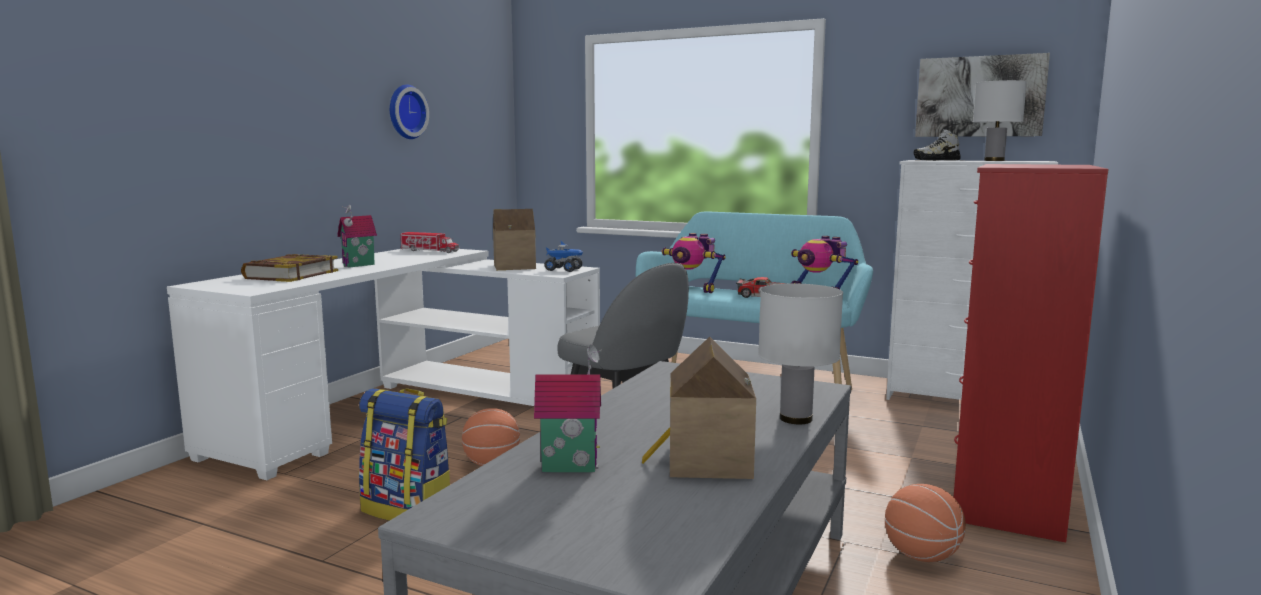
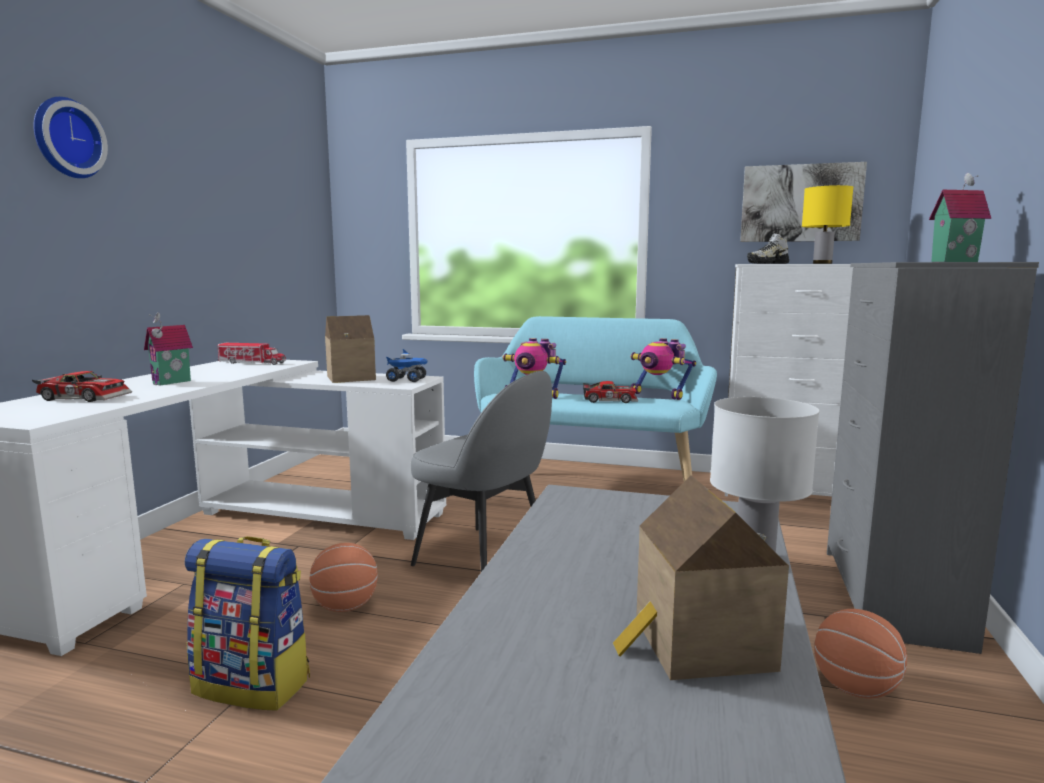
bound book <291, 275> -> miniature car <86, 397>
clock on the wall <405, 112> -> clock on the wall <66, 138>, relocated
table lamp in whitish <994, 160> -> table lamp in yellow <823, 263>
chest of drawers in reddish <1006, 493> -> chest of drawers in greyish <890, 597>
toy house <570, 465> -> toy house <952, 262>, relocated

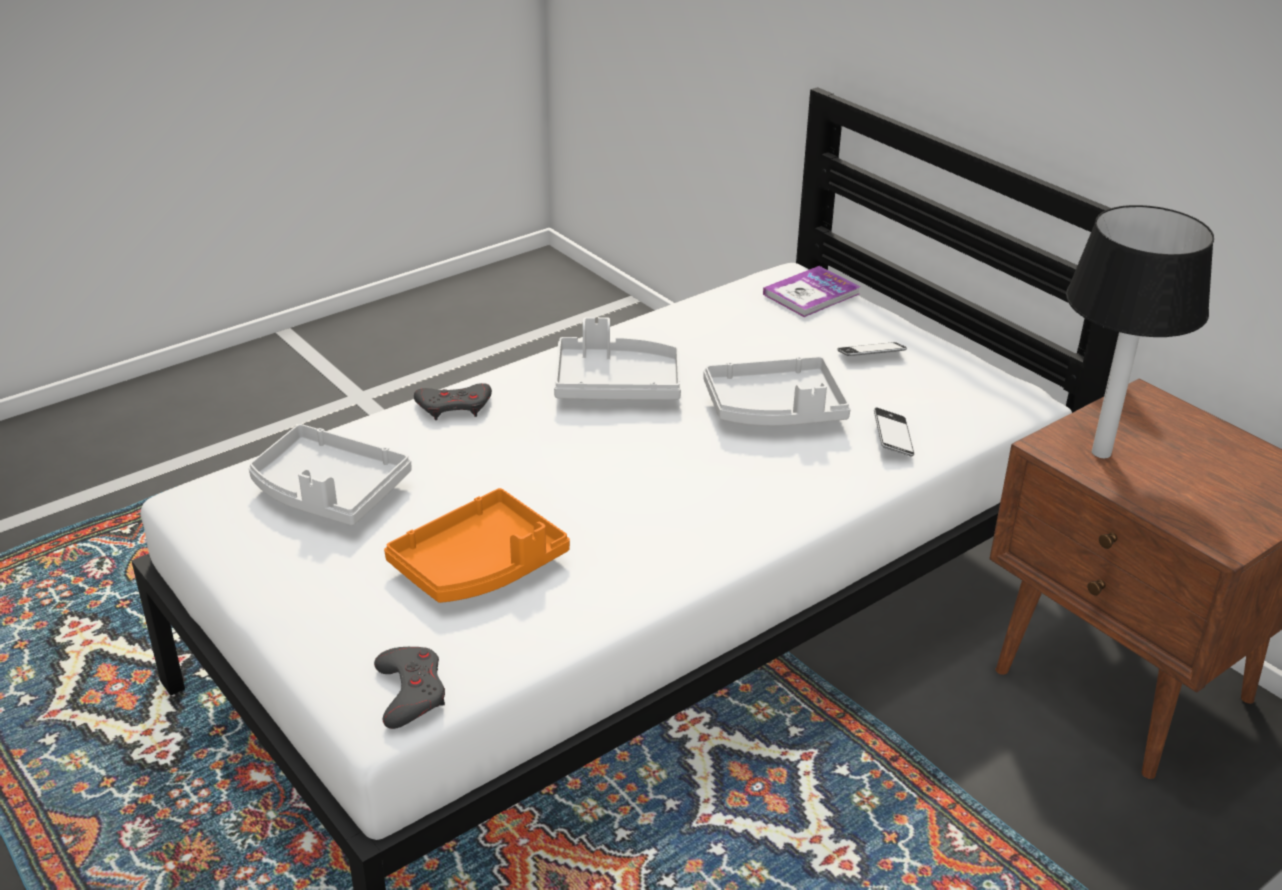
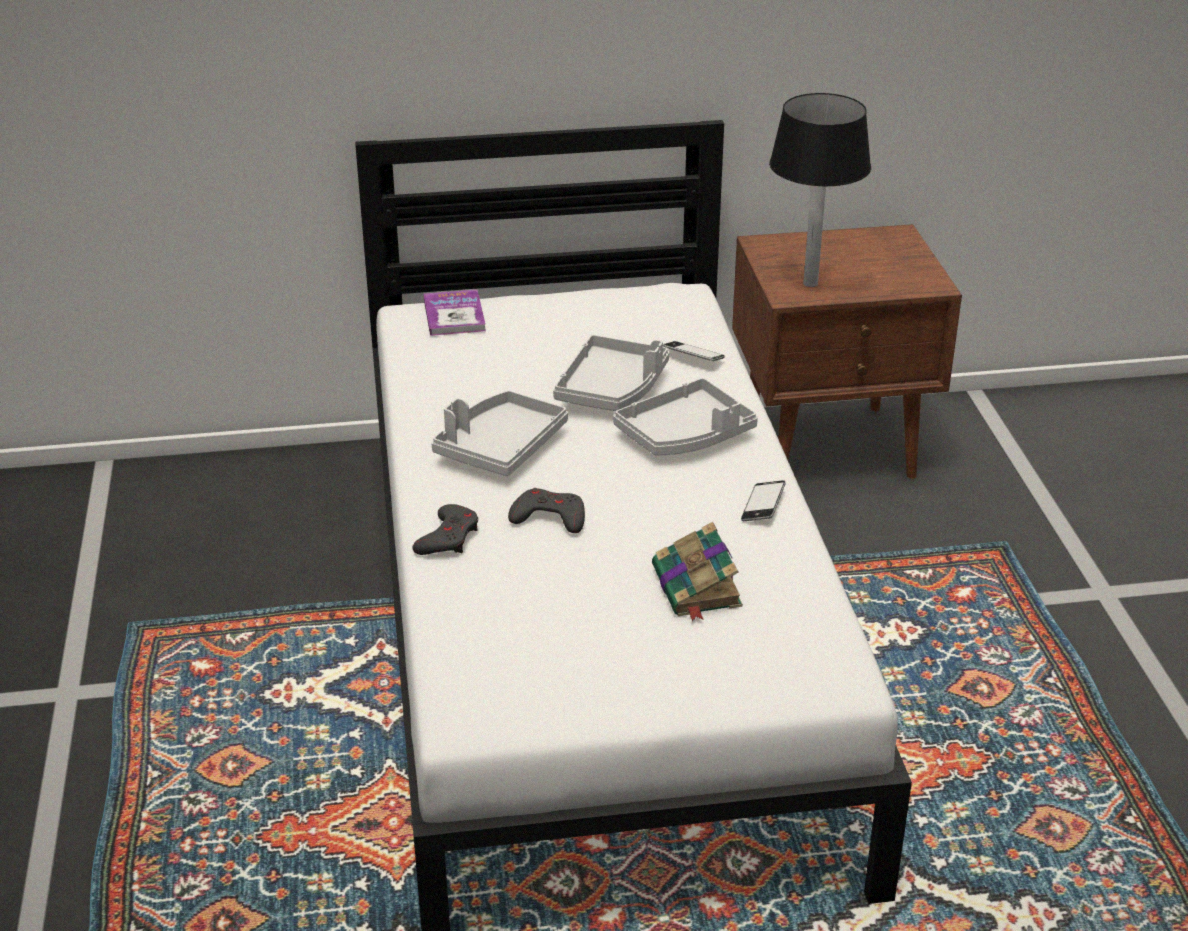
gamepad in greyish <410, 692> -> gamepad in greyish <549, 517>, relocated
tray in greyish <328, 492> -> tray in greyish <685, 435>, relocated
tray in orangey <480, 566> -> bound book <697, 588>
phone <871, 354> -> phone <763, 506>, relocated

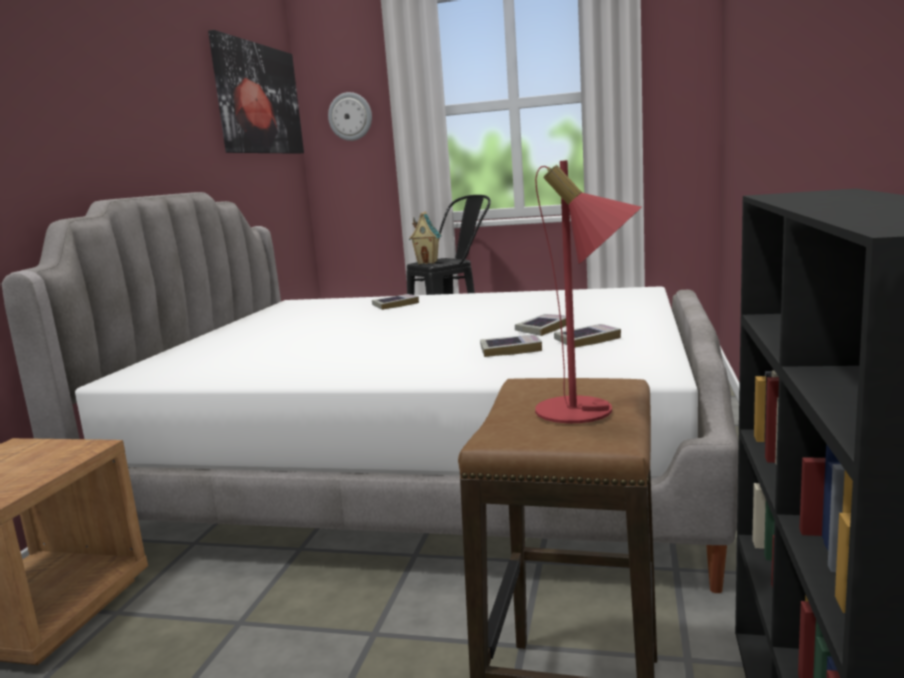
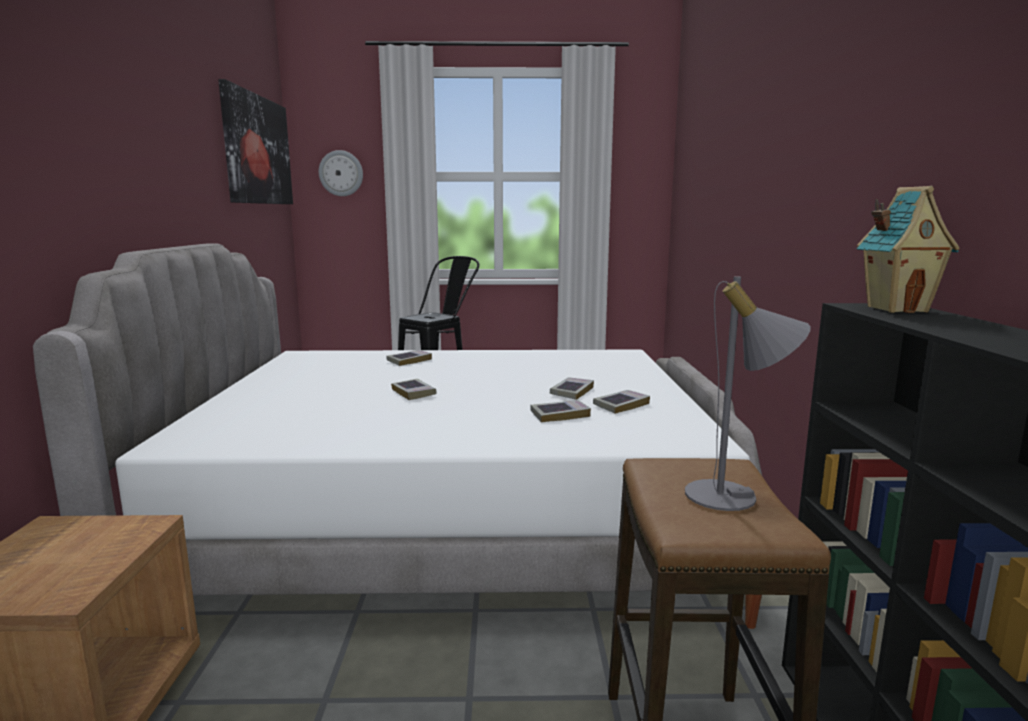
none -> bound book <413, 393>
table lamp in reddish <588, 412> -> table lamp in greyish <735, 497>
toy house <428, 262> -> toy house <896, 309>, relocated

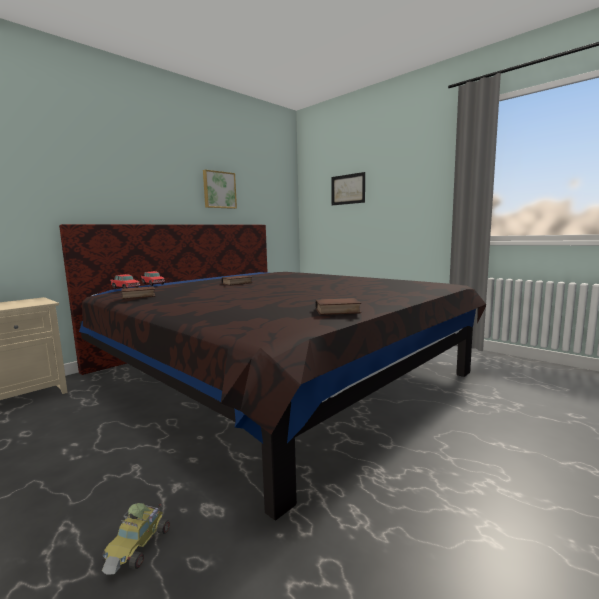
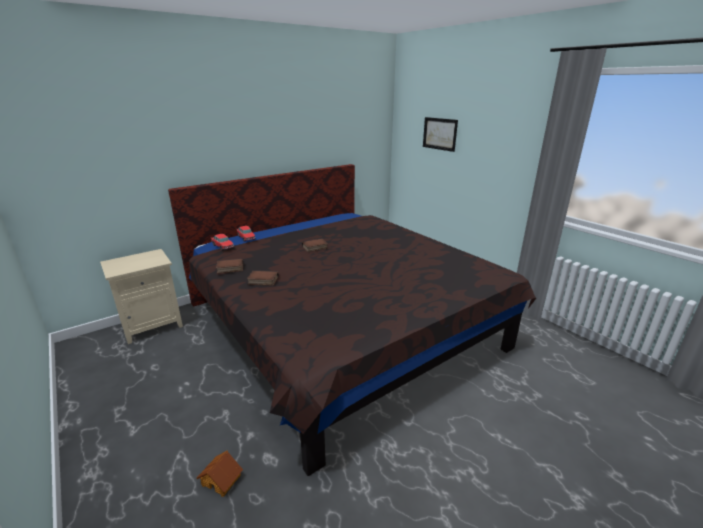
miniature car <138, 546> -> toy house <222, 479>
bound book <337, 311> -> bound book <262, 281>, relocated
wall art <219, 190> -> none

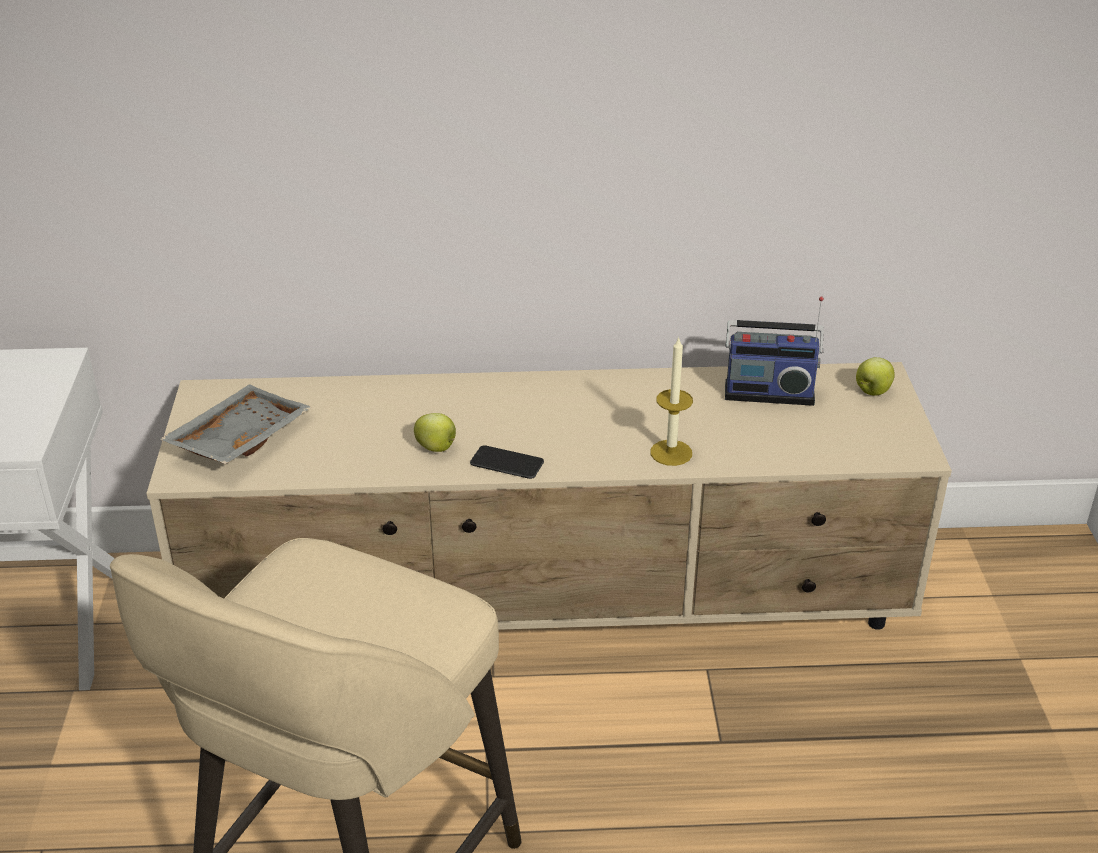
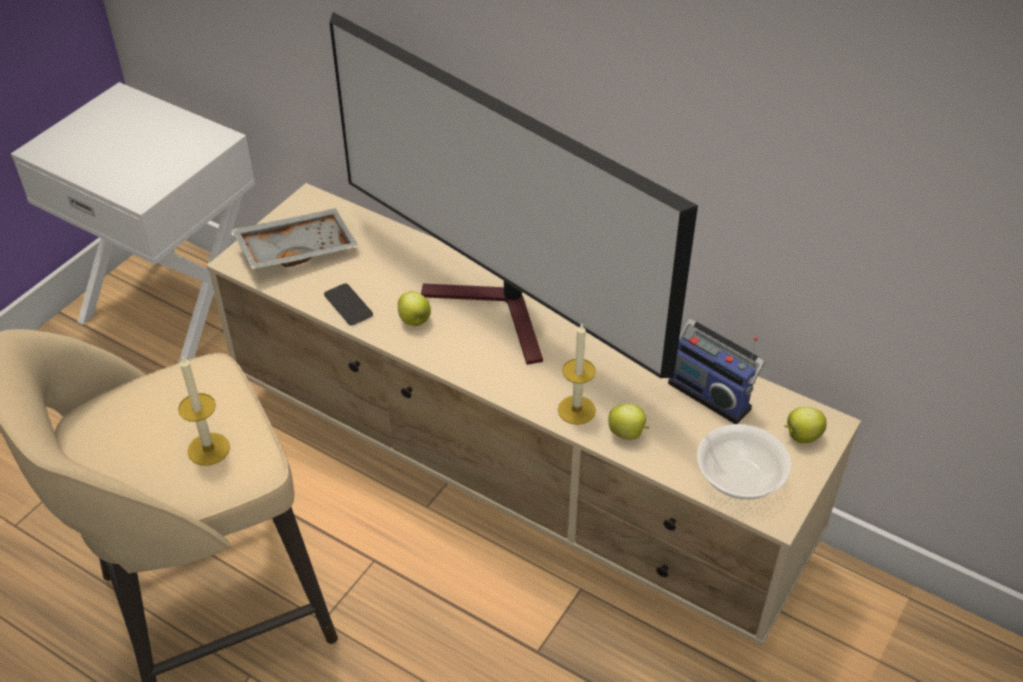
none -> wax candle <208, 449>
phone <507, 463> -> phone <348, 305>, relocated
none -> television <501, 312>
none -> apple <627, 433>
none -> deep dish <740, 477>

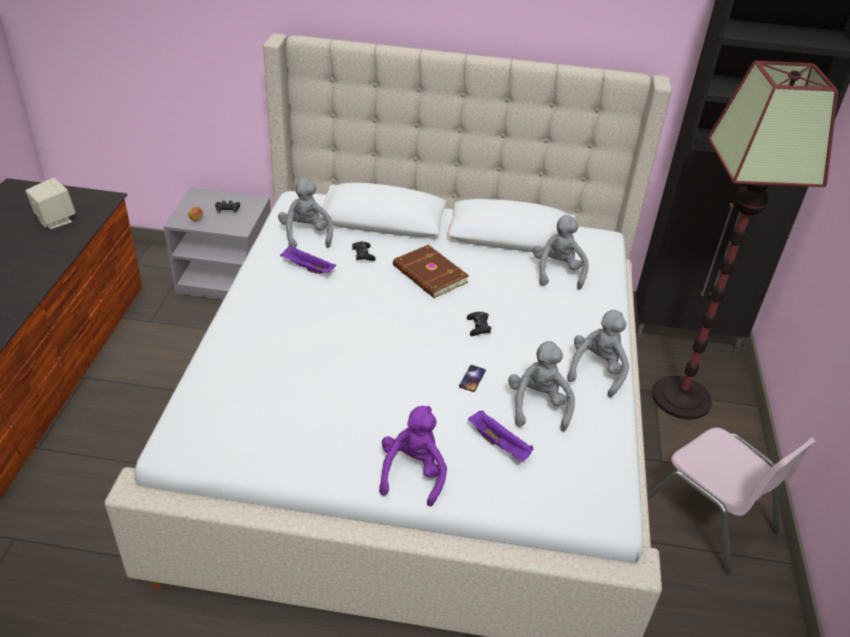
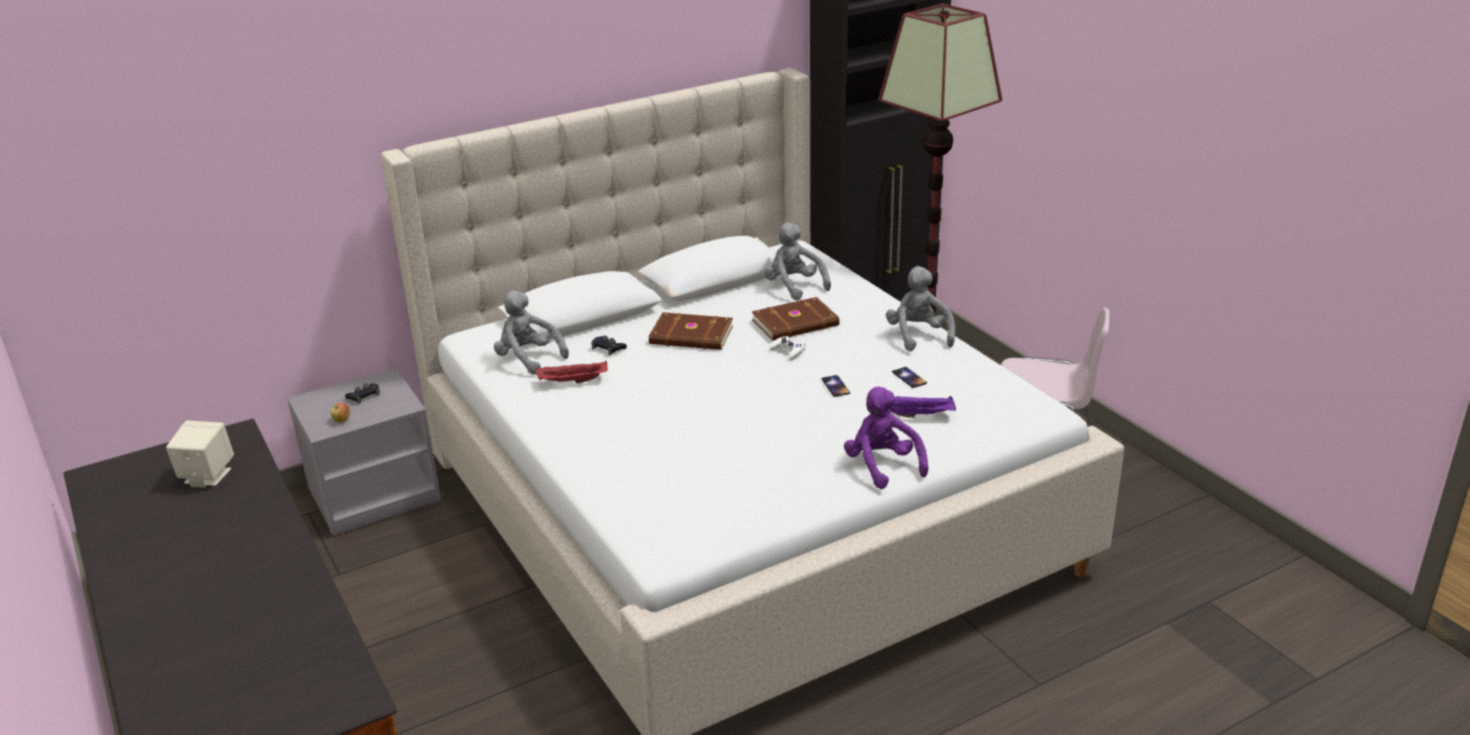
tray in purple-coloured <307, 268> -> tray in reddish <572, 382>
none -> bound book in brown <796, 323>
gamepad in black-coloured <478, 326> -> gamepad in whitish <788, 351>
cuddly toy in greyish <538, 405> -> phone <909, 378>

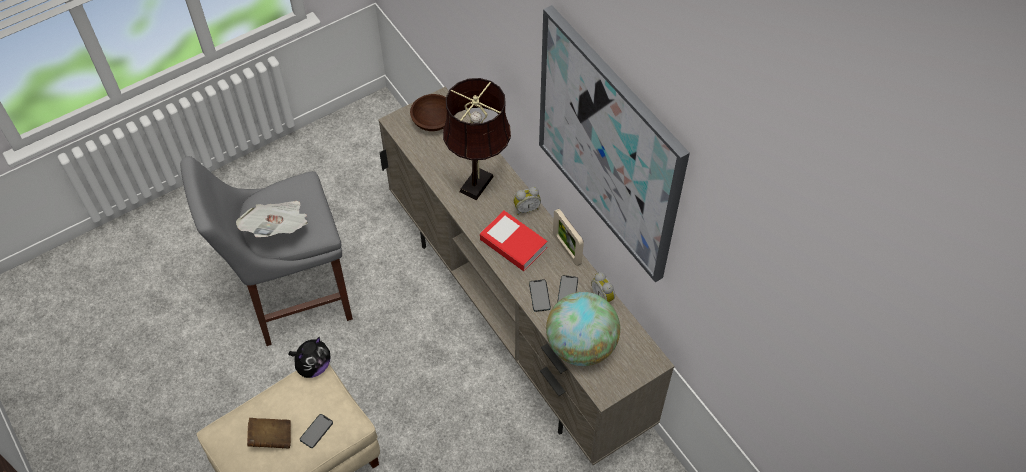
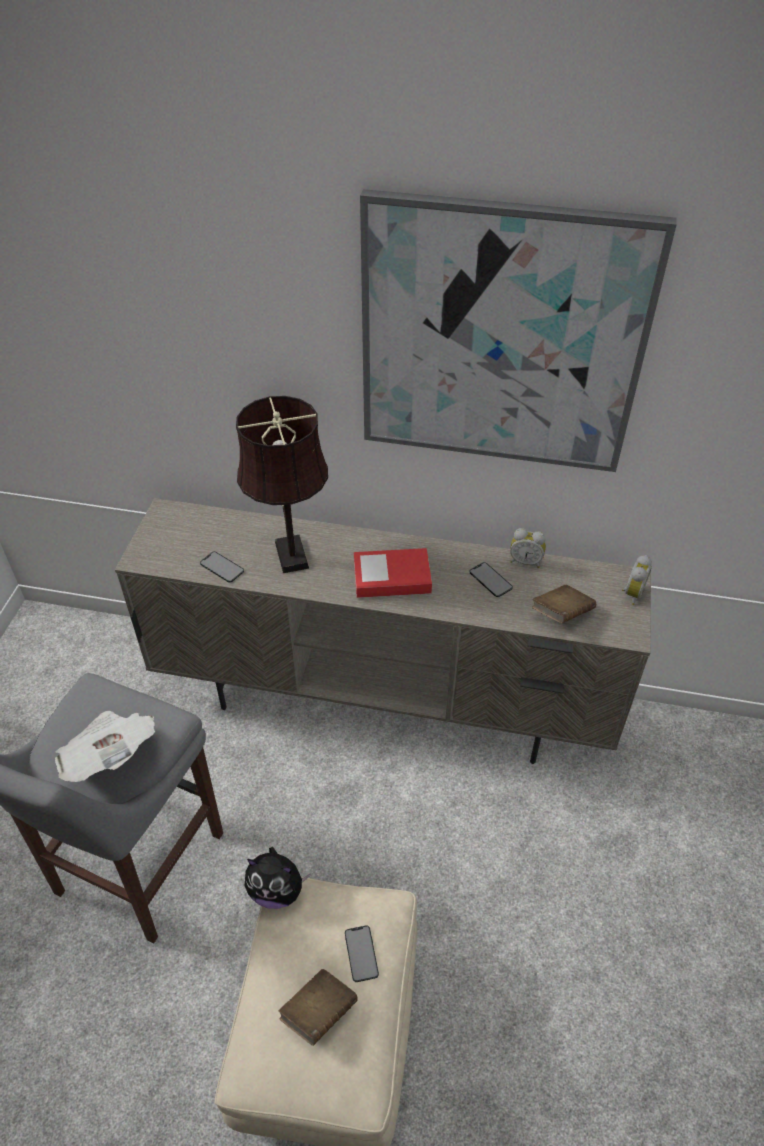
phone <539, 295> -> phone <222, 567>, relocated
cuddly toy <313, 366> -> cuddly toy <277, 890>, 105 degrees clockwise
world globe <581, 346> -> bound book in brown <561, 614>
bedside clock <526, 208> -> bedside clock <631, 593>, relocated
deep dish in brown <433, 120> -> none
photo frame <566, 249> -> none

